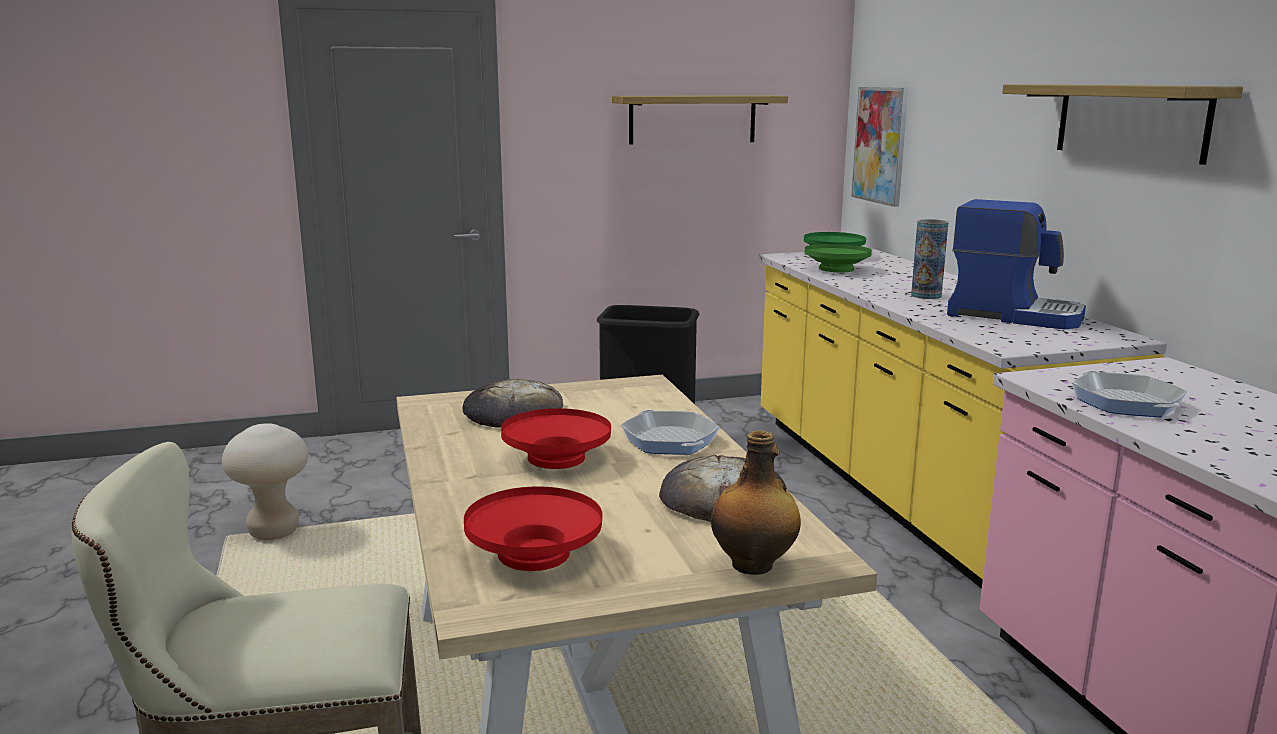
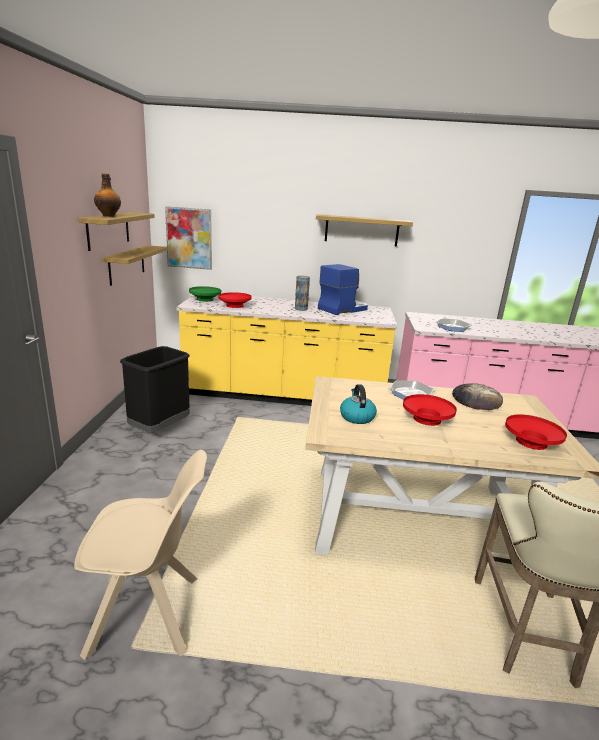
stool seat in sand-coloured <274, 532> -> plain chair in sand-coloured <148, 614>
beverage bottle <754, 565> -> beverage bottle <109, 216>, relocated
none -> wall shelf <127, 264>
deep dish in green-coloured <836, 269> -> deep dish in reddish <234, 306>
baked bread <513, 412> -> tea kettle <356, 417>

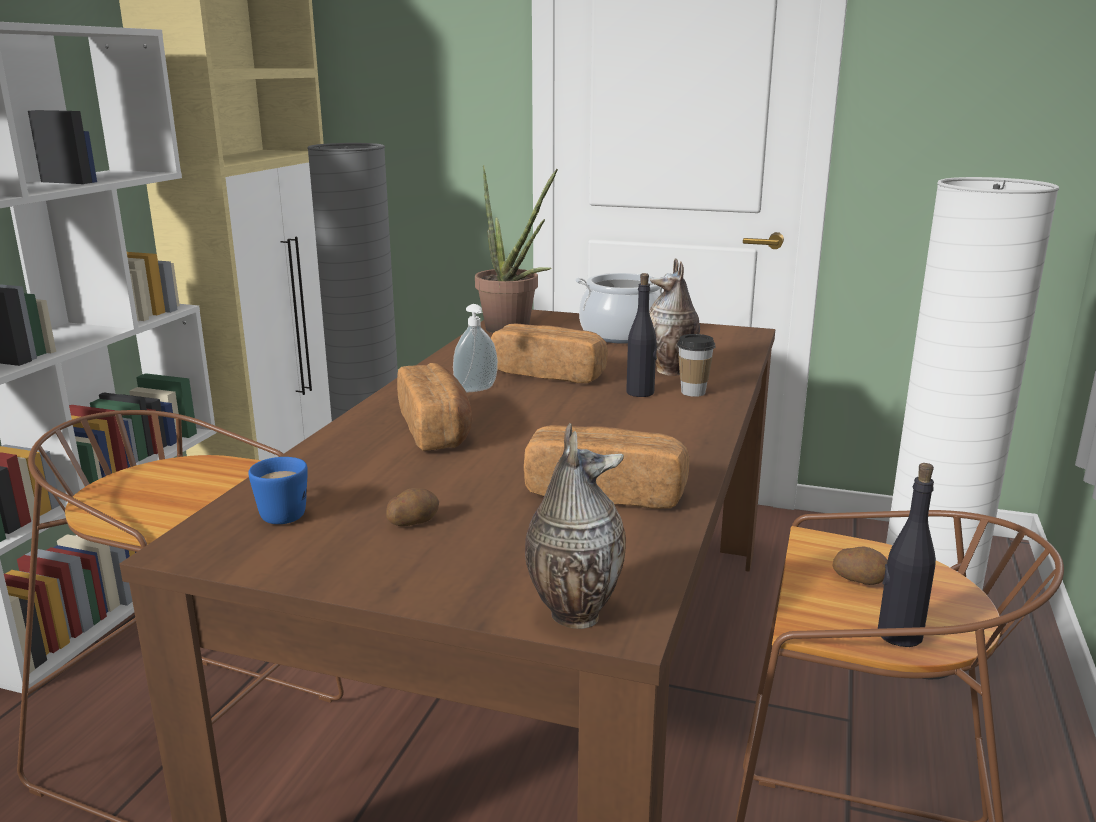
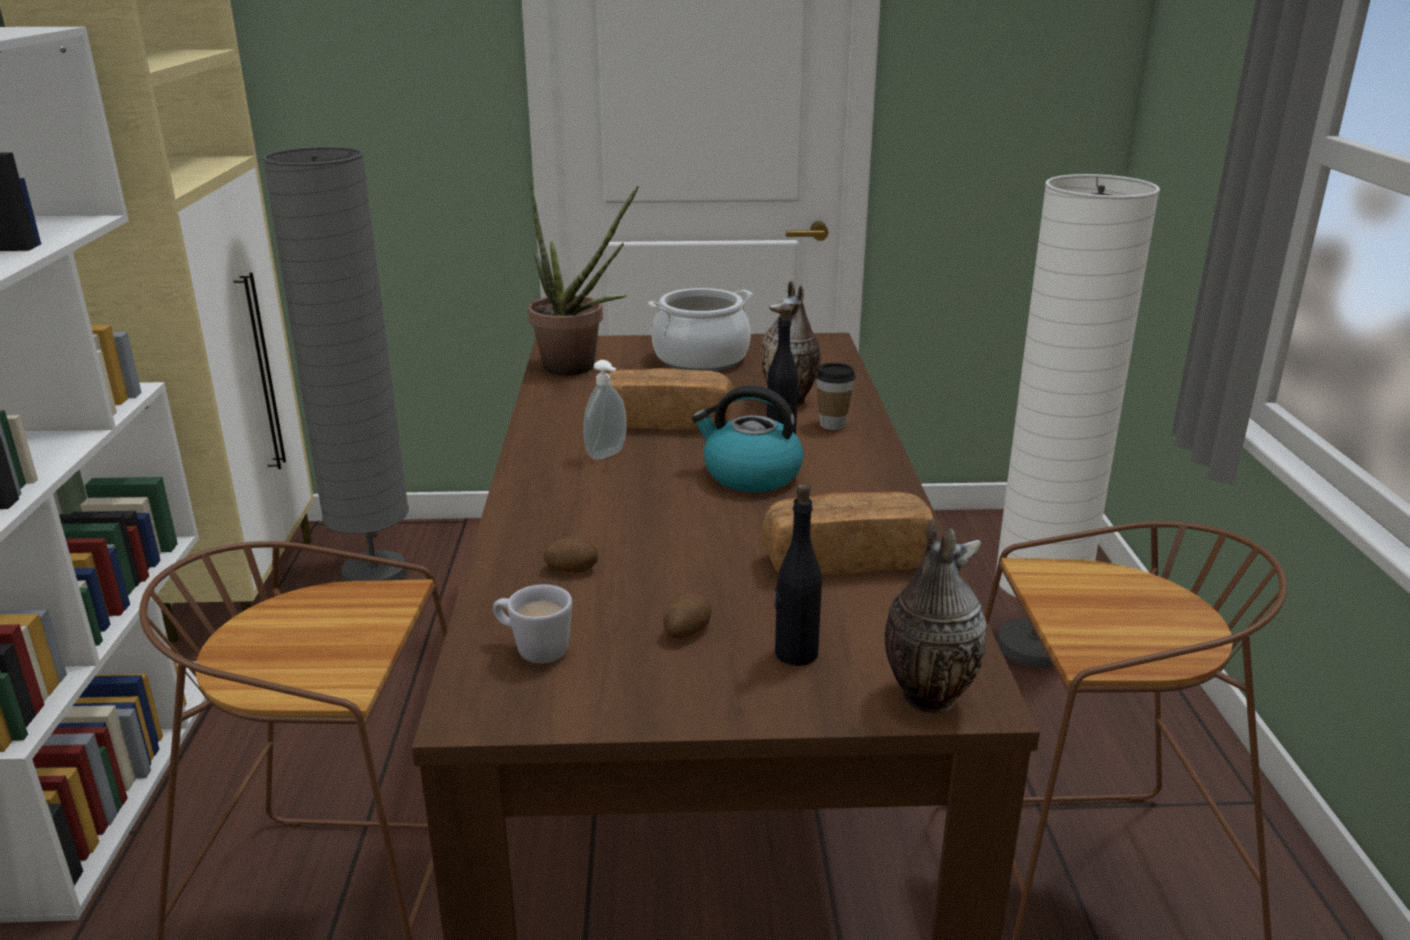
tea mug in bluish <278, 513> -> tea mug in whitish <533, 649>
spud <860, 579> -> spud <572, 568>, relocated
none -> tea kettle <750, 475>
beverage bottle in black-coloured <899, 635> -> beverage bottle in black-coloured <795, 654>, relocated
baked bread <436, 429> -> none

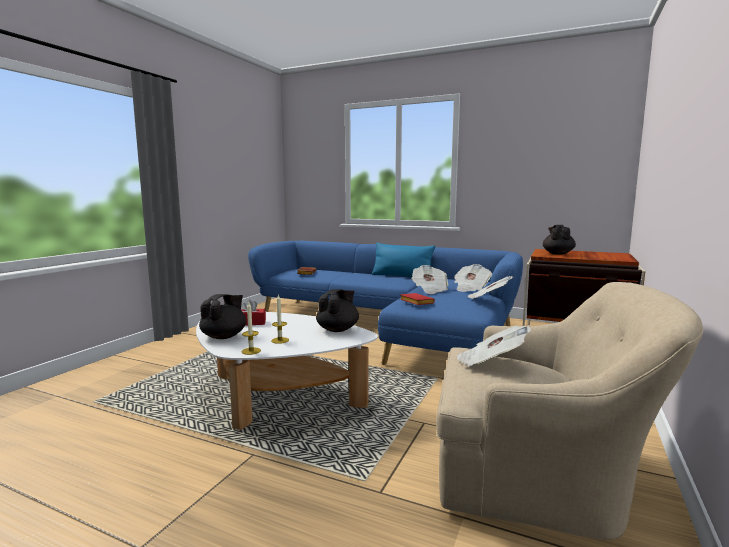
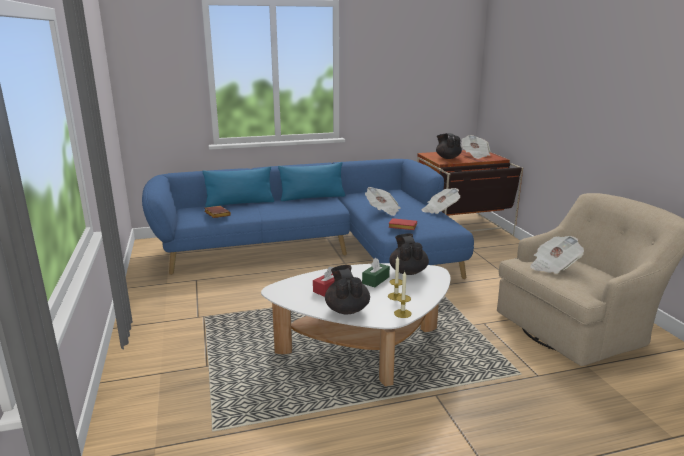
none -> pillow in bluish <240, 203>
none -> tissue holder in green-coloured <375, 280>
newspaper <470, 288> -> newspaper <475, 155>, relocated

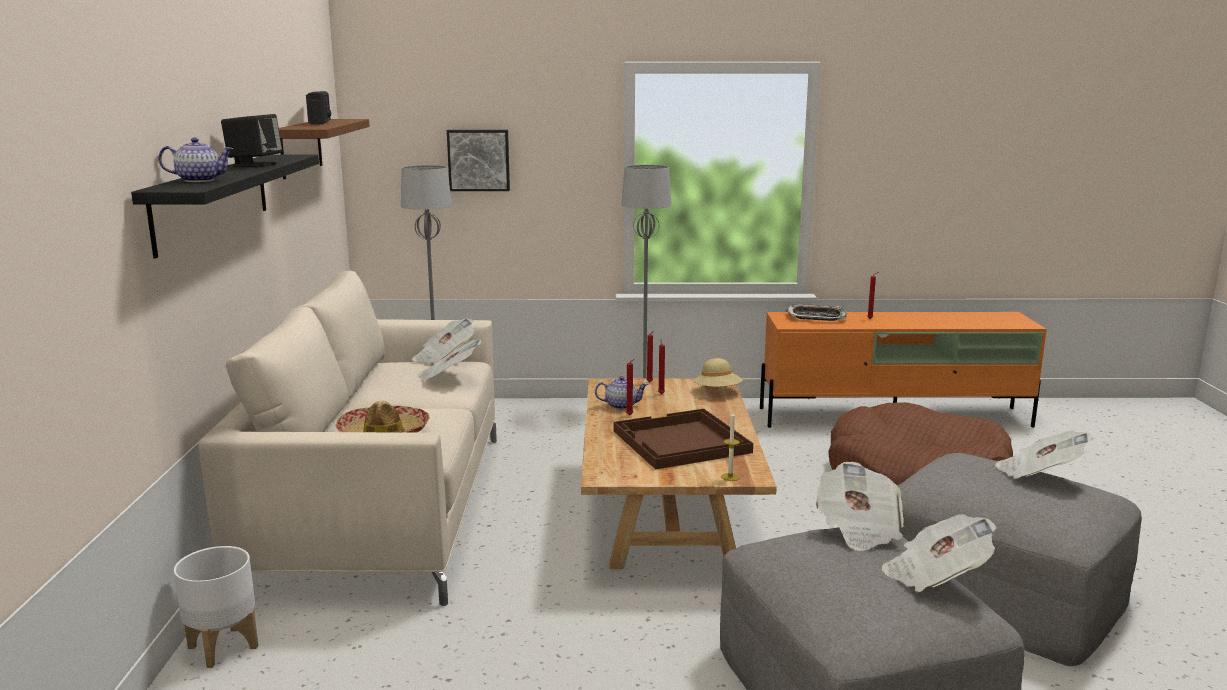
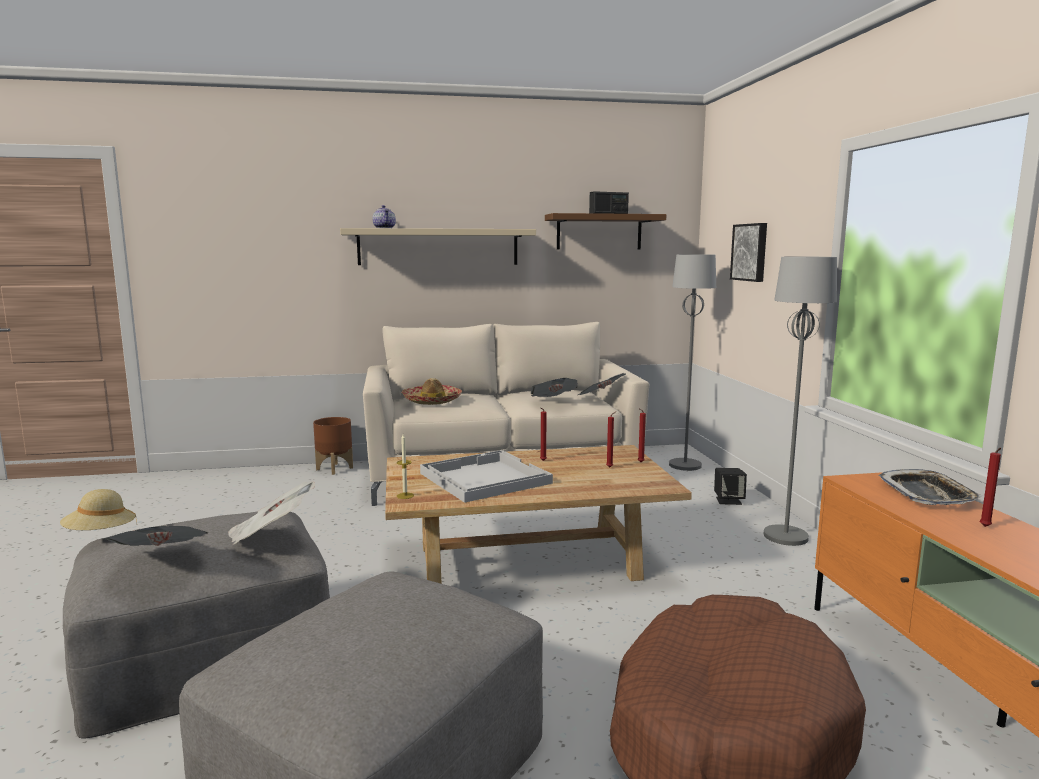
hat in sand-coloured <717, 391> -> hat in sand-coloured <100, 534>, relocated
planter in whitish <222, 647> -> planter in brown <335, 468>
wall shelf in black-coloured <213, 200> -> wall shelf in sand-coloured <438, 247>
tray in brown <680, 442> -> tray in whitish <483, 478>
speaker in black-coloured <254, 165> -> speaker in black-coloured <728, 500>, relocated
pot for tea <621, 405> -> none
newspaper <1038, 474> -> none

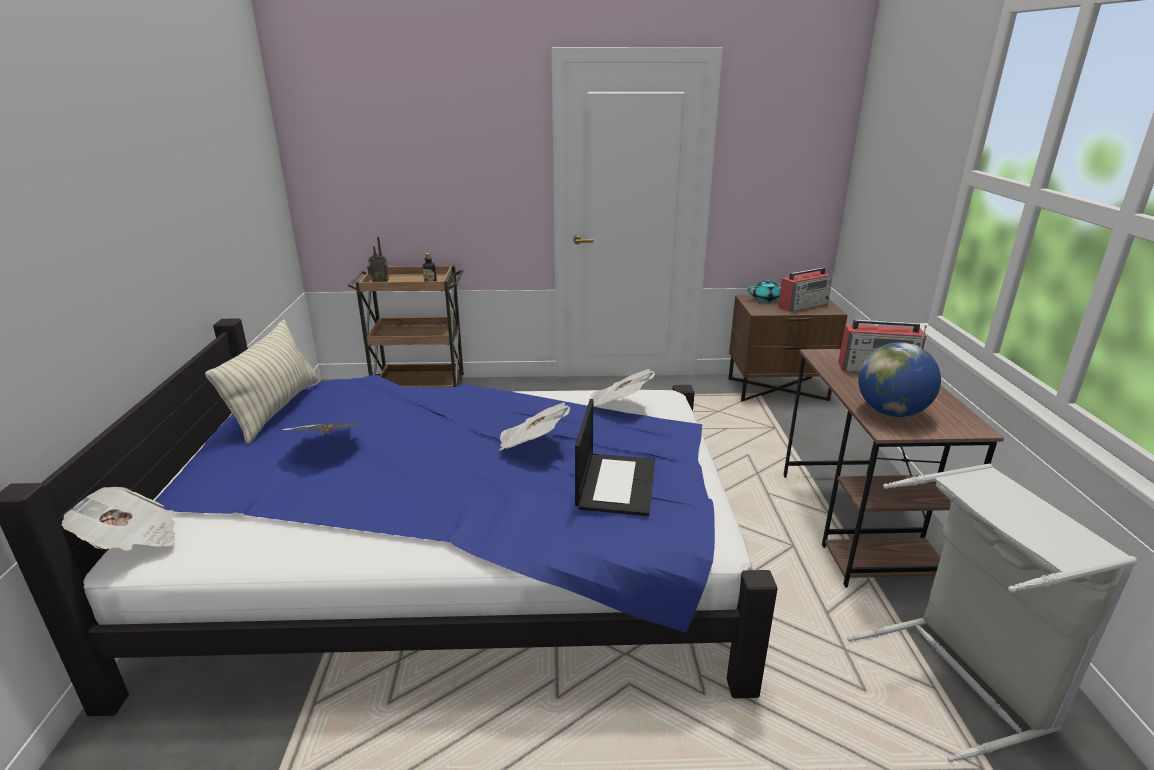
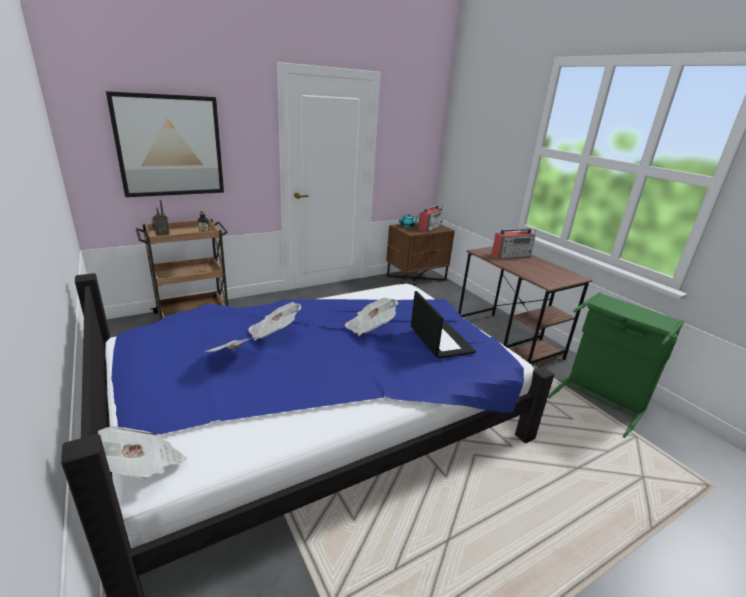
none -> wall art <170, 146>
newspaper <618, 404> -> newspaper <274, 332>, relocated
laundry basket in greyish <961, 678> -> laundry basket in green-coloured <599, 400>
pillow <276, 409> -> none
world globe <891, 412> -> none

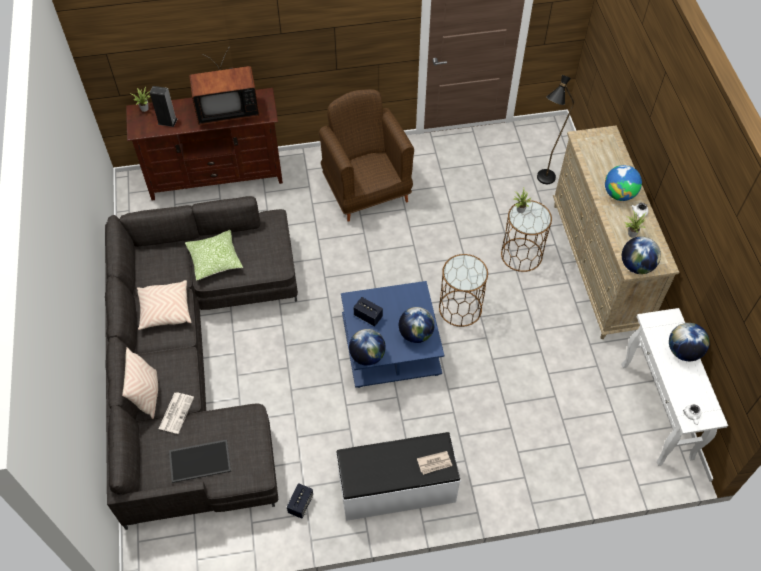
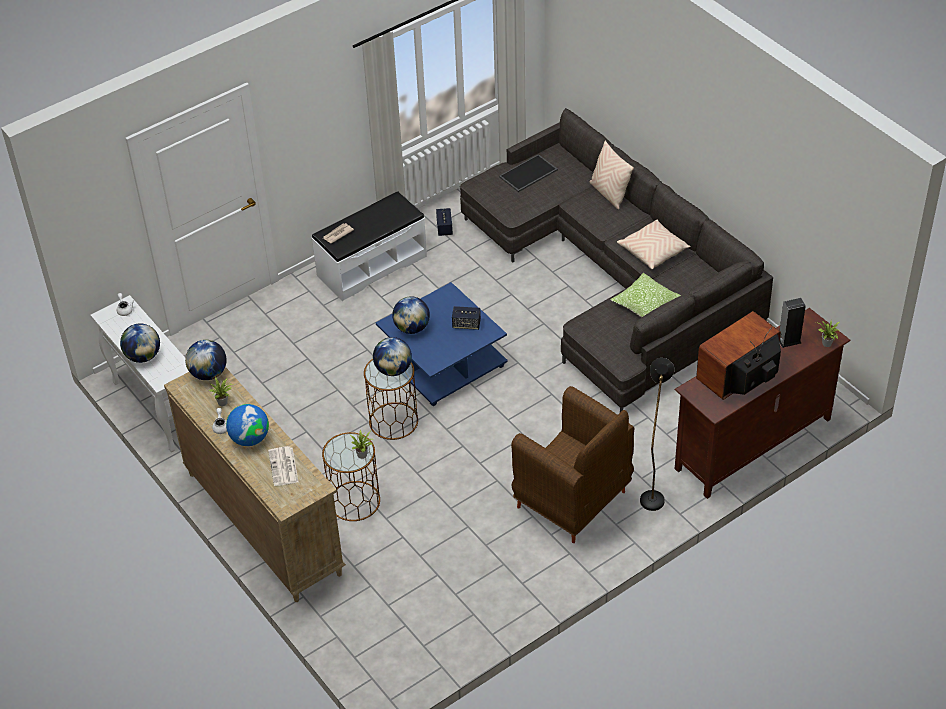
newspaper <176, 412> -> newspaper <283, 467>, relocated
world globe <367, 356> -> world globe <393, 370>, relocated
floor lamp in black-coloured <542, 182> -> floor lamp in black-coloured <652, 493>, relocated

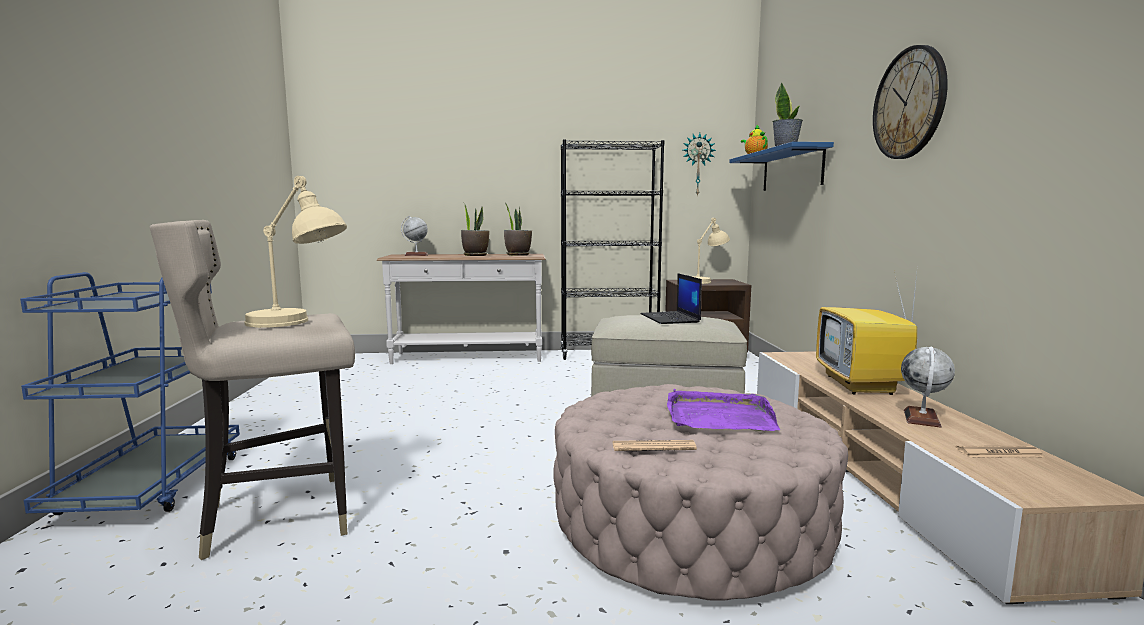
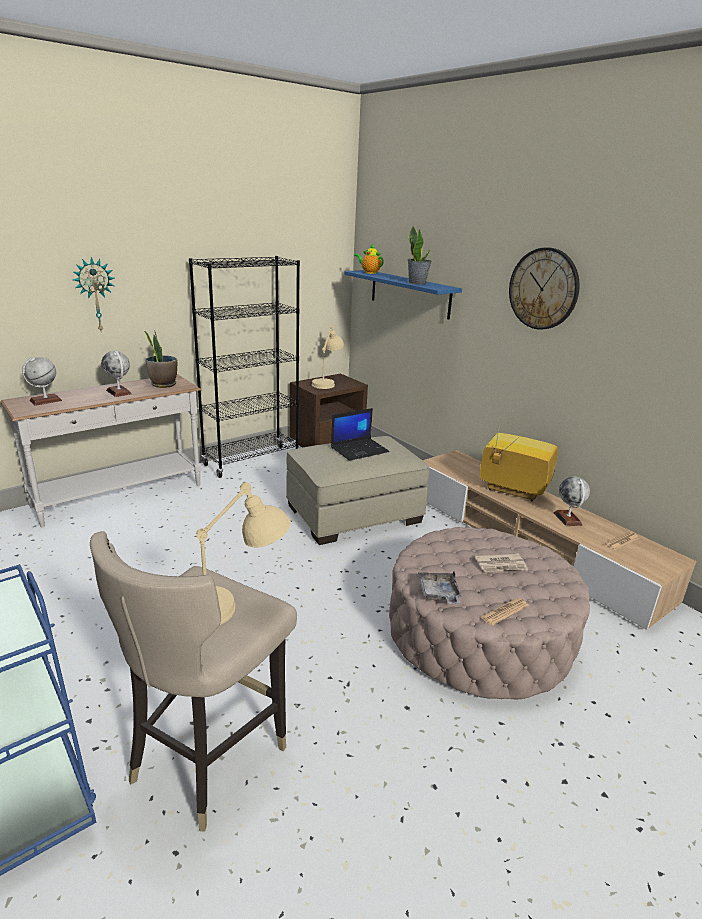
clock on the wall <697, 164> -> clock on the wall <95, 295>, relocated
plant in a pot <475, 255> -> world globe <119, 392>
portable computer <671, 318> -> portable computer <360, 449>, 75 degrees counterclockwise
none -> tray in greyish <438, 593>
tray in purple-coloured <718, 416> -> newspaper <501, 565>
television <861, 385> -> television <511, 490>, 150 degrees clockwise

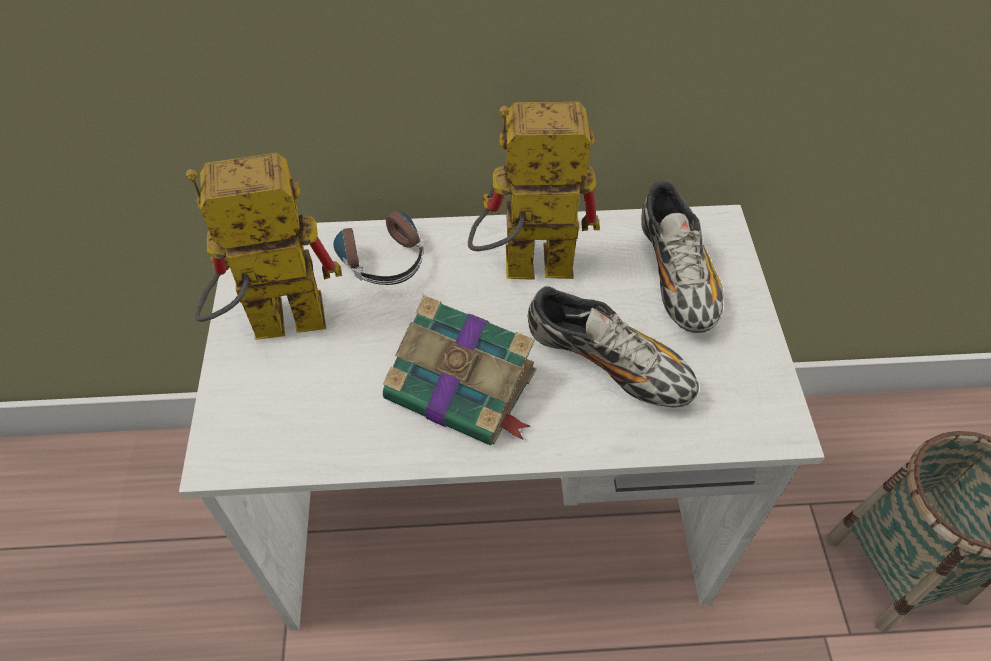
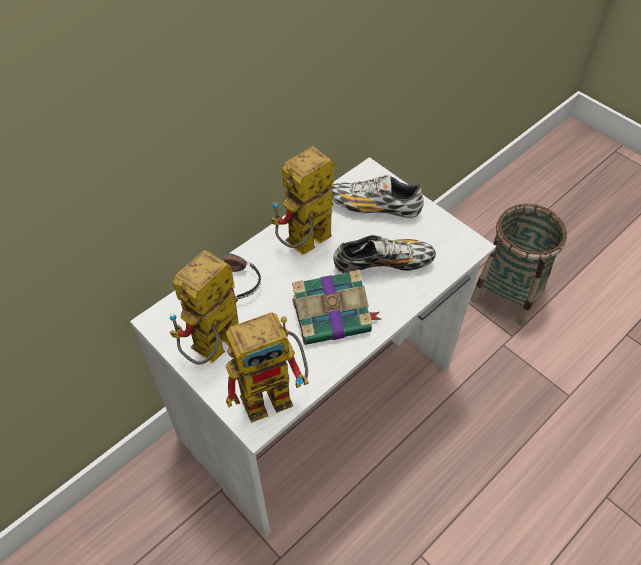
none -> toy robot <275, 392>
low shoe <676, 277> -> low shoe <374, 207>, 150 degrees clockwise

